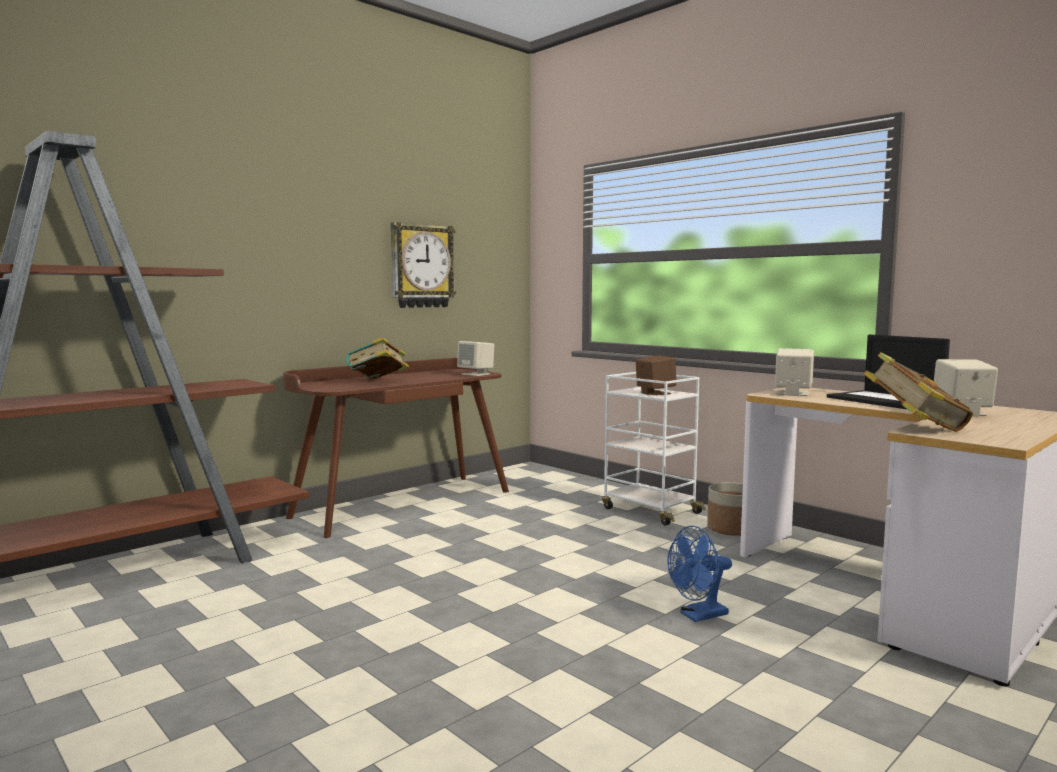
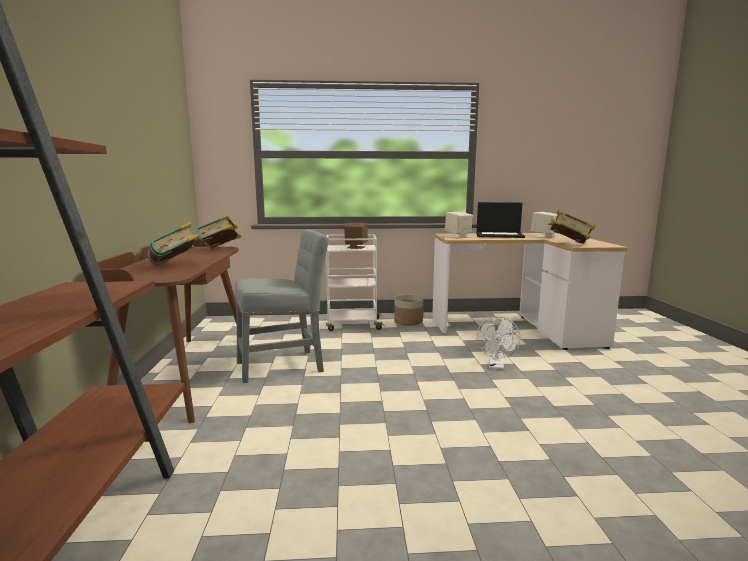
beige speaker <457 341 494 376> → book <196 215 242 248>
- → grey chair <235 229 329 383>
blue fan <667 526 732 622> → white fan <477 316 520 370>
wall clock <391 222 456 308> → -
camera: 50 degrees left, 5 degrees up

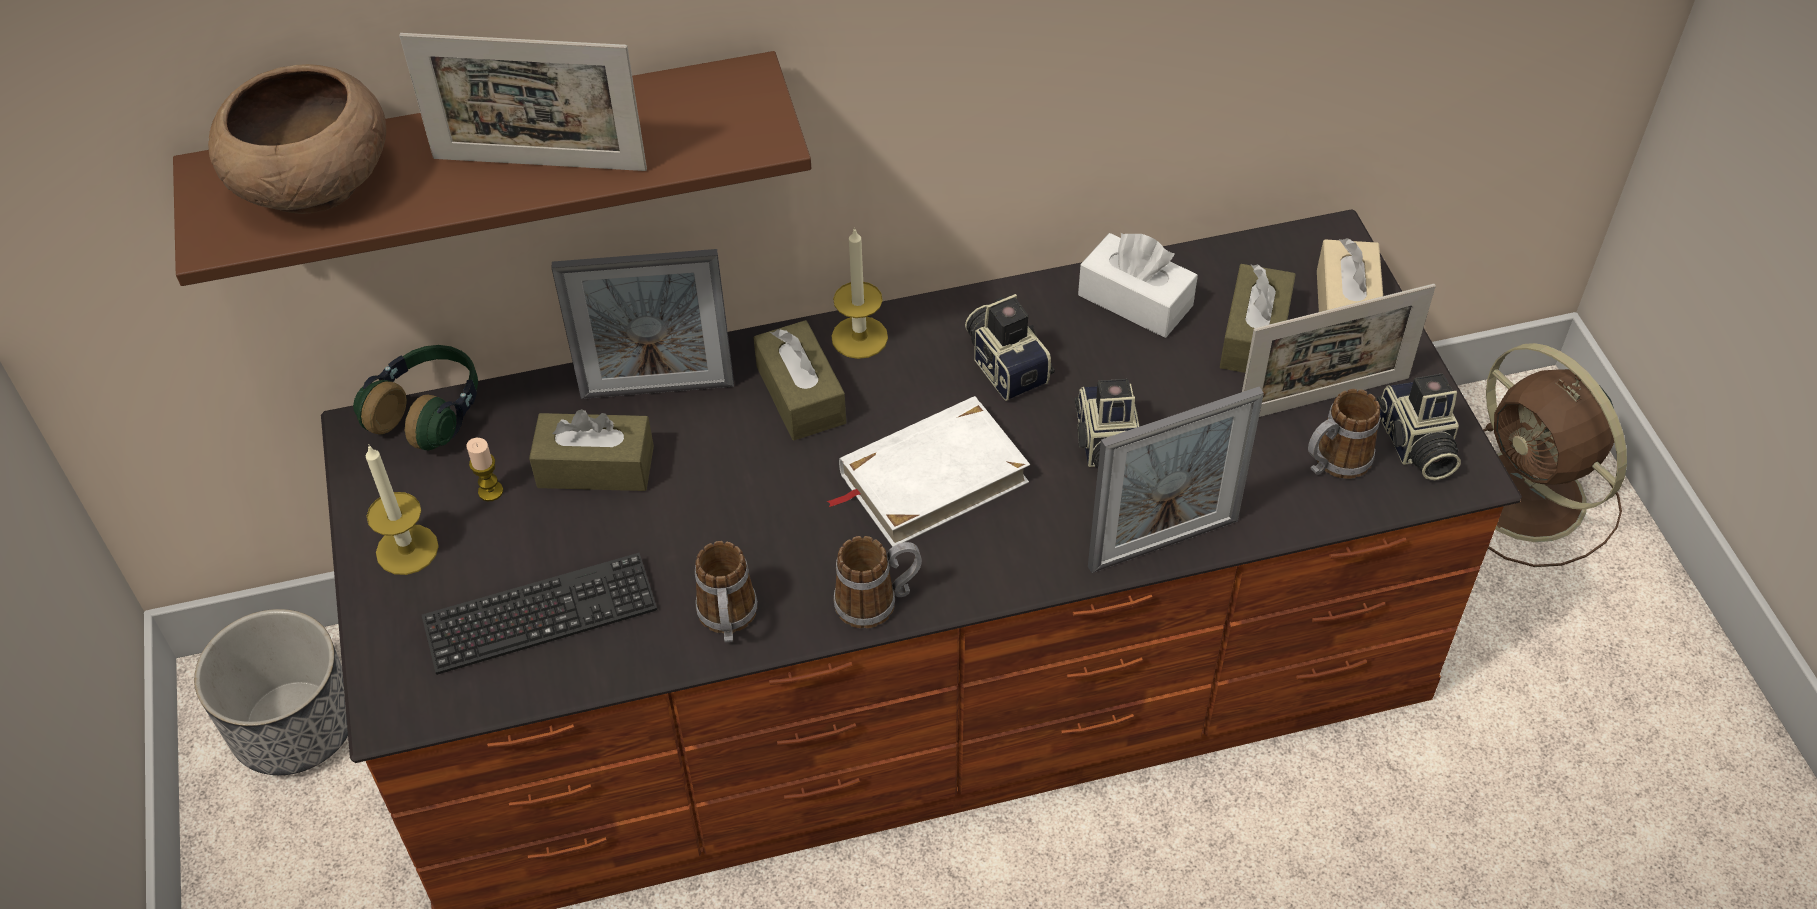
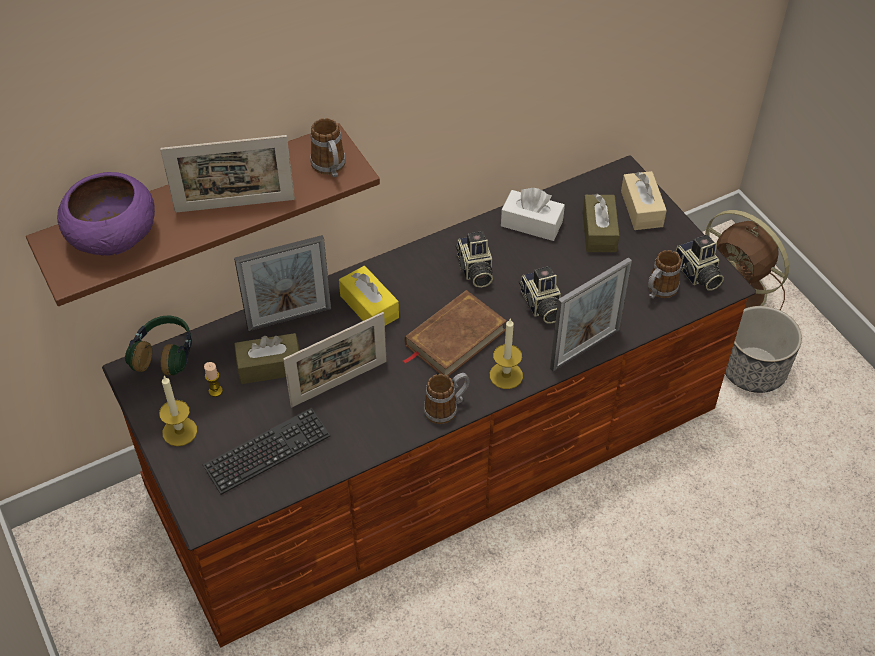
brown bowl <208 64 386 214> → purple bowl <57 172 155 256>
picture frame <1242 284 1436 417> → picture frame <283 312 387 407>, moved
mug <695 541 758 643> → mug <310 118 346 177>, moved
brown tissue box <753 320 846 440> → yellow tissue box <339 266 399 326>
white book <826 396 1030 547> → brown book <403 290 506 376>
photo camera <965 294 1055 401> → photo camera <455 231 493 288>, 150 degrees counterclockwise
candle <831 227 888 359> → candle <490 318 523 389>, moved
planter <194 609 348 775> → planter <725 306 802 393>, moved
camera: 15 degrees left, 0 degrees up

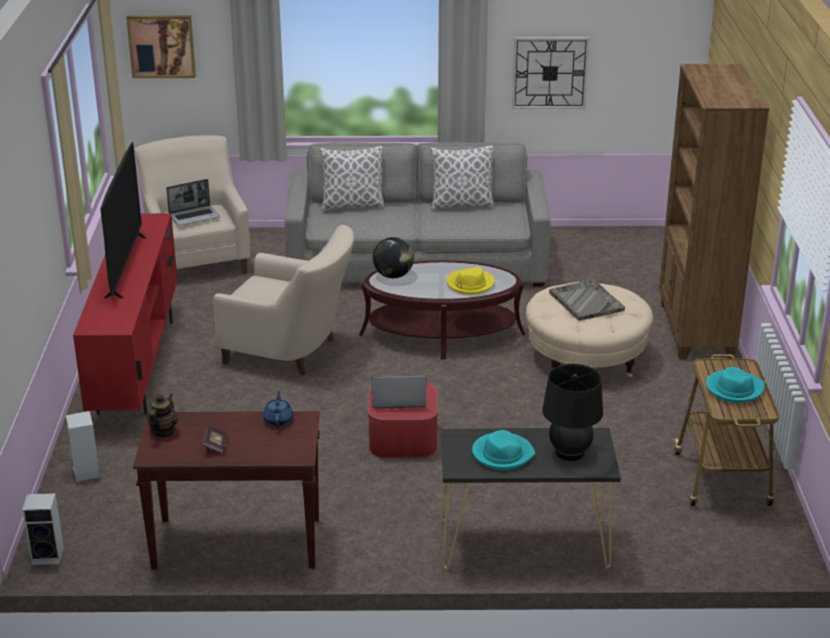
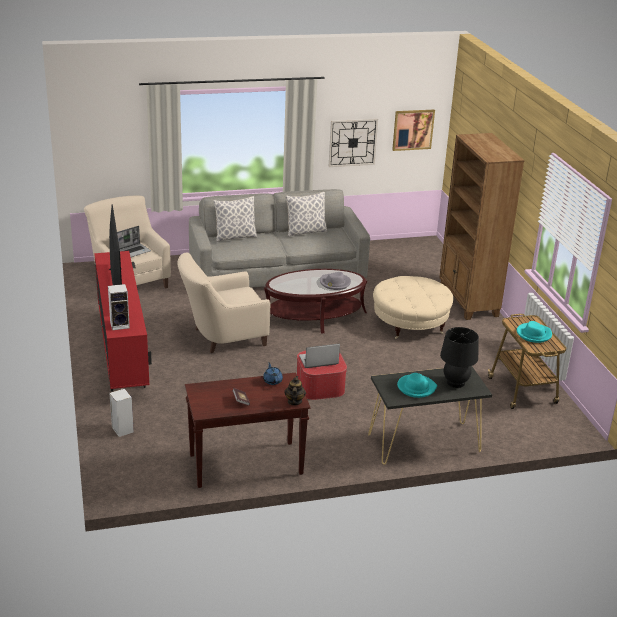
speaker <22 493 64 565> → speaker <108 284 130 330>, moved
beige armchair <213 225 354 375> → beige armchair <177 252 270 353>, 150 degrees clockwise
teapot <147 394 178 437> → teapot <284 376 306 405>, moved
yellow hat <446 267 495 295> → grey hat <320 272 351 290>
picture <126 15 196 78> → picture <392 110 435 151>, moved
globe <373 237 414 278> → -
grey tray <549 279 625 321> → -
camera: 15 degrees left, 0 degrees up

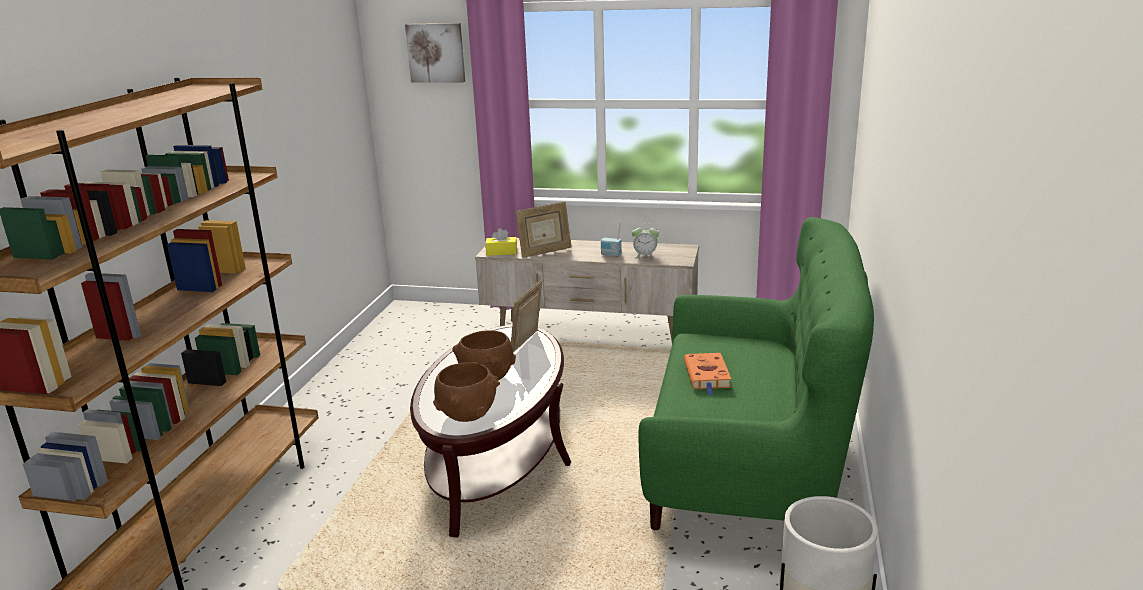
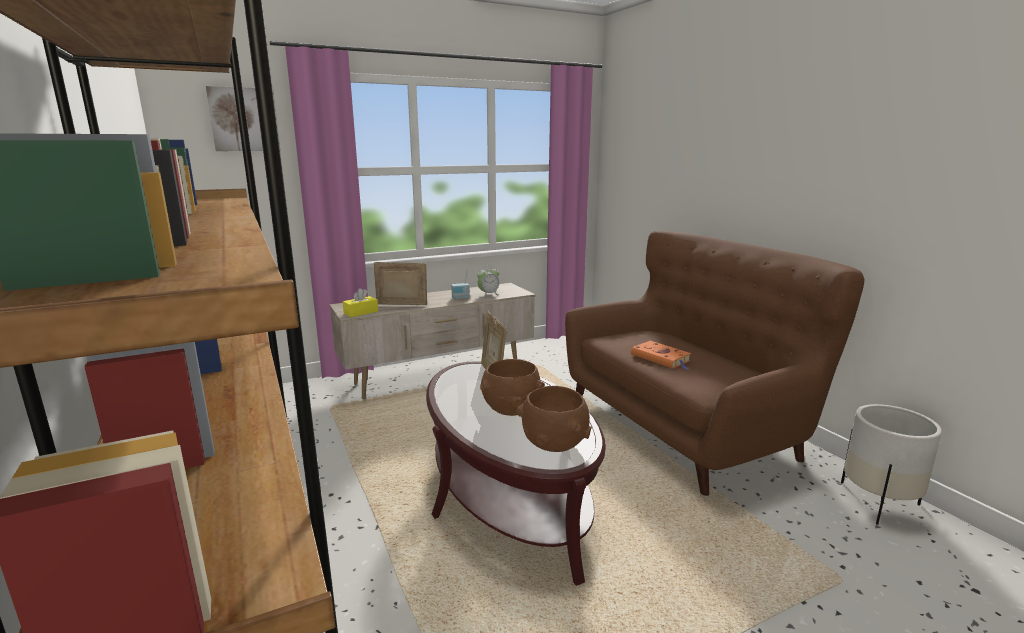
picture frame <515 202 571 258> → picture frame <374 262 427 305>, 120 degrees counterclockwise
green sofa <638 217 874 530> → brown sofa <565 231 864 496>
camera: 40 degrees left, 5 degrees down

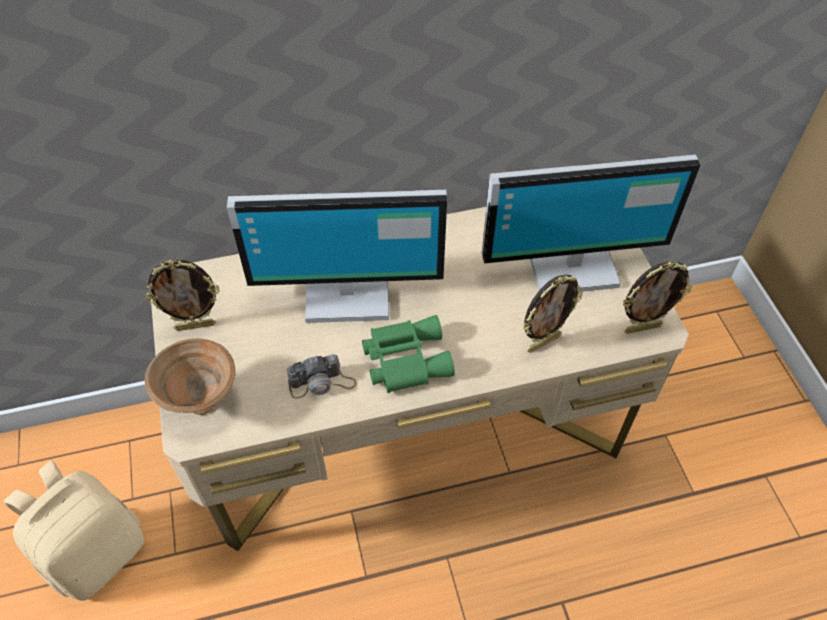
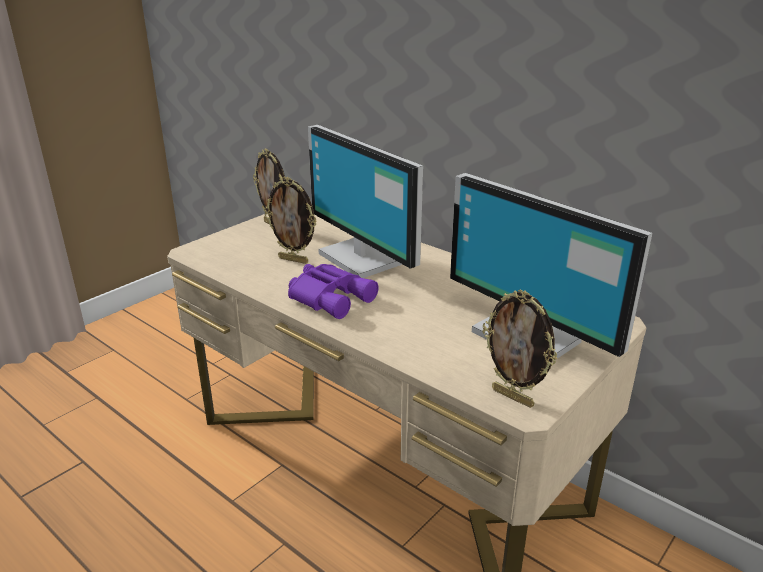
picture frame <523 275 583 353> → picture frame <264 177 317 264>, moved
green binoculars <362 315 455 393> → purple binoculars <288 264 379 319>
beige backpack <4 460 144 601> → -
brown bowl <145 338 235 415> → -
photo camera <286 354 357 399> → -
camera: 55 degrees right, 25 degrees down

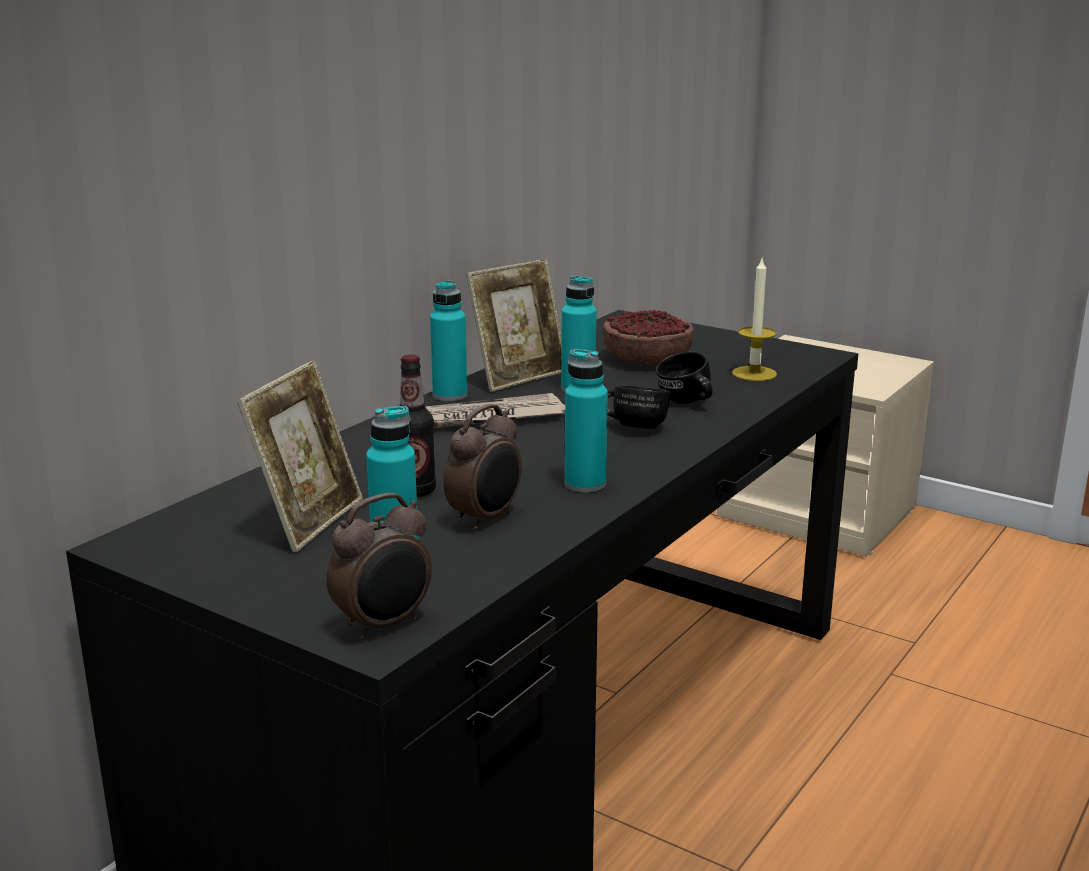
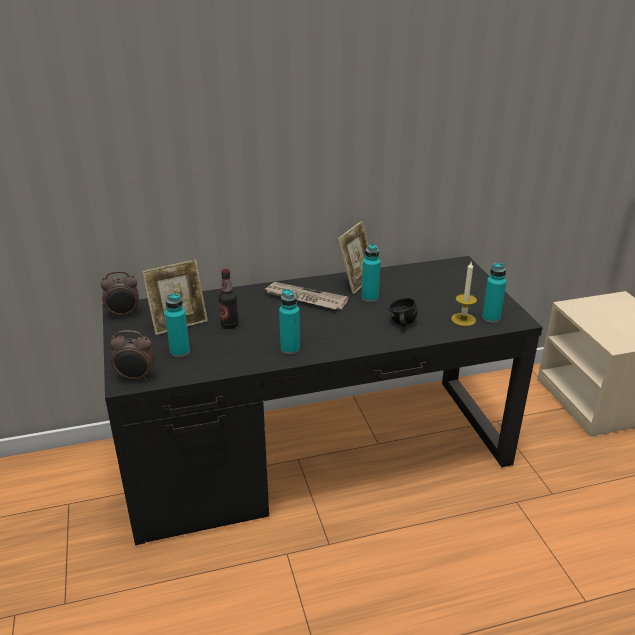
alarm clock <444 404 522 530> → alarm clock <101 271 139 318>, moved
picture frame <466 259 562 392> → picture frame <338 221 369 294>, 60 degrees counterclockwise
turquoise bottle <430 280 467 401> → turquoise bottle <482 262 507 323>, moved
bowl <603 309 694 364> → -
black mug <607 385 670 429> → -
camera: 40 degrees right, 10 degrees up

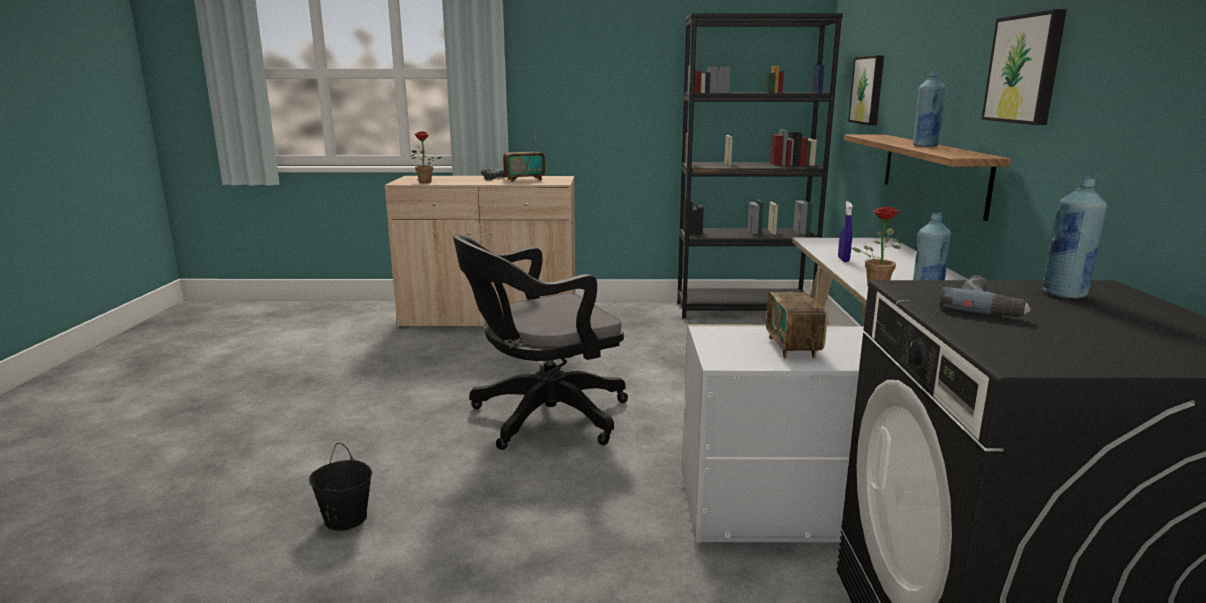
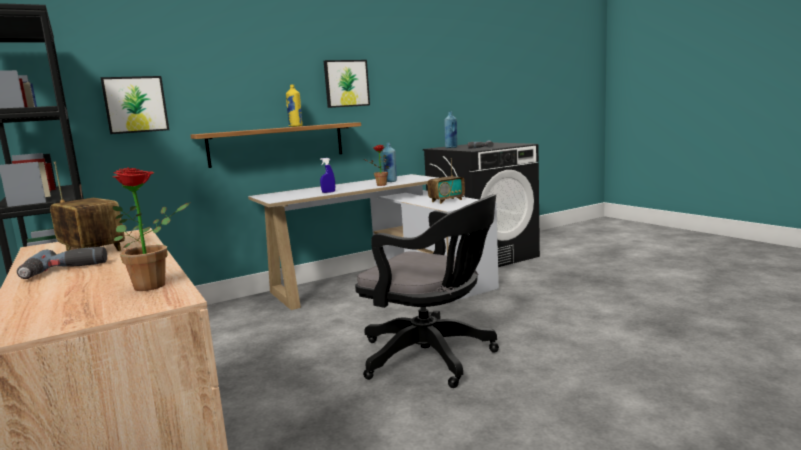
blue bottle <913 71 946 147> → yellow bottle <286 84 303 127>
black bucket <309 443 372 531> → -
camera: 120 degrees left, 5 degrees down

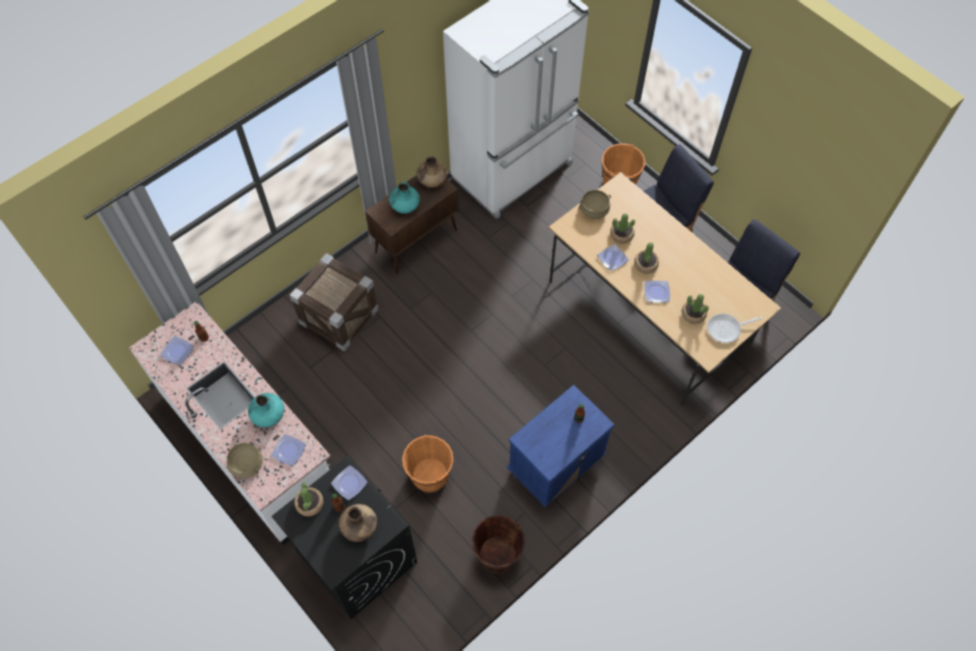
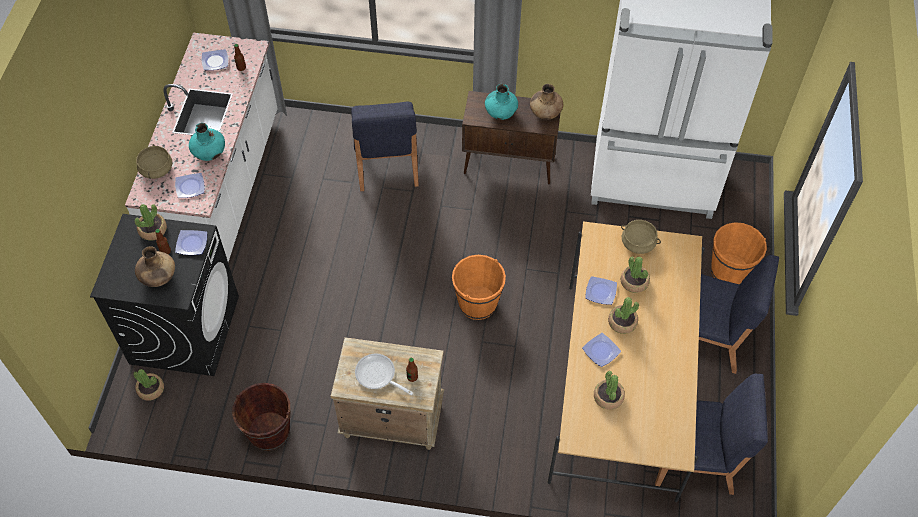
- → potted plant <133 369 164 401>
blue nightstand <506 385 615 507> → beige nightstand <331 337 444 450>
crate <289 253 379 351> → blue chair <351 102 419 191>
frying pan <707 313 762 343> → frying pan <355 354 413 395>, moved
orange bucket <402 435 453 493> → orange bucket <452 255 506 320>, moved
camera: 50 degrees right, 5 degrees down

